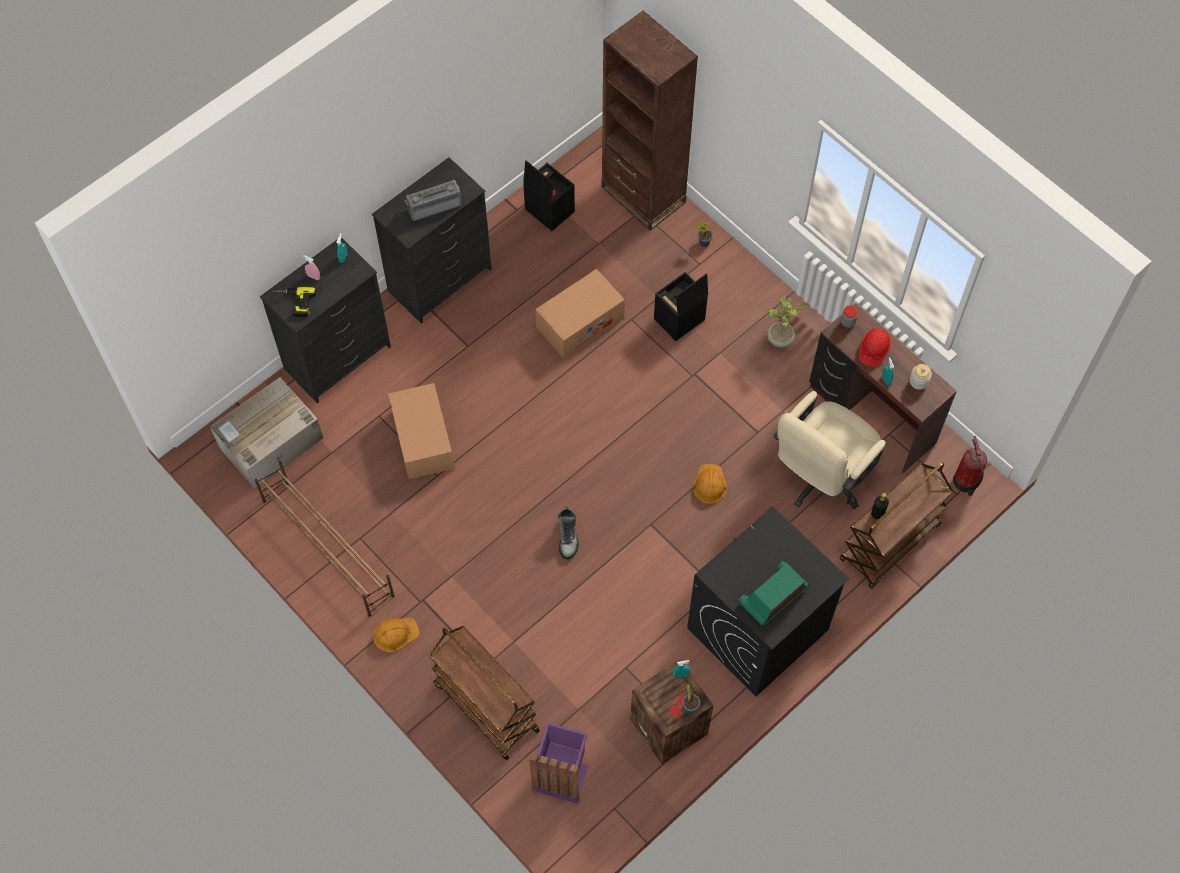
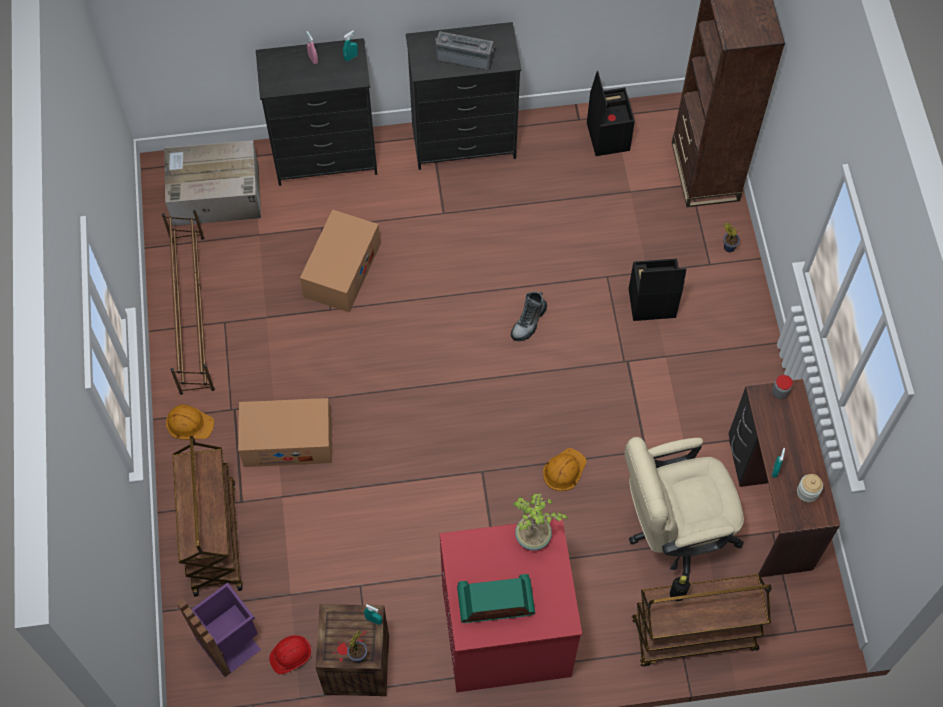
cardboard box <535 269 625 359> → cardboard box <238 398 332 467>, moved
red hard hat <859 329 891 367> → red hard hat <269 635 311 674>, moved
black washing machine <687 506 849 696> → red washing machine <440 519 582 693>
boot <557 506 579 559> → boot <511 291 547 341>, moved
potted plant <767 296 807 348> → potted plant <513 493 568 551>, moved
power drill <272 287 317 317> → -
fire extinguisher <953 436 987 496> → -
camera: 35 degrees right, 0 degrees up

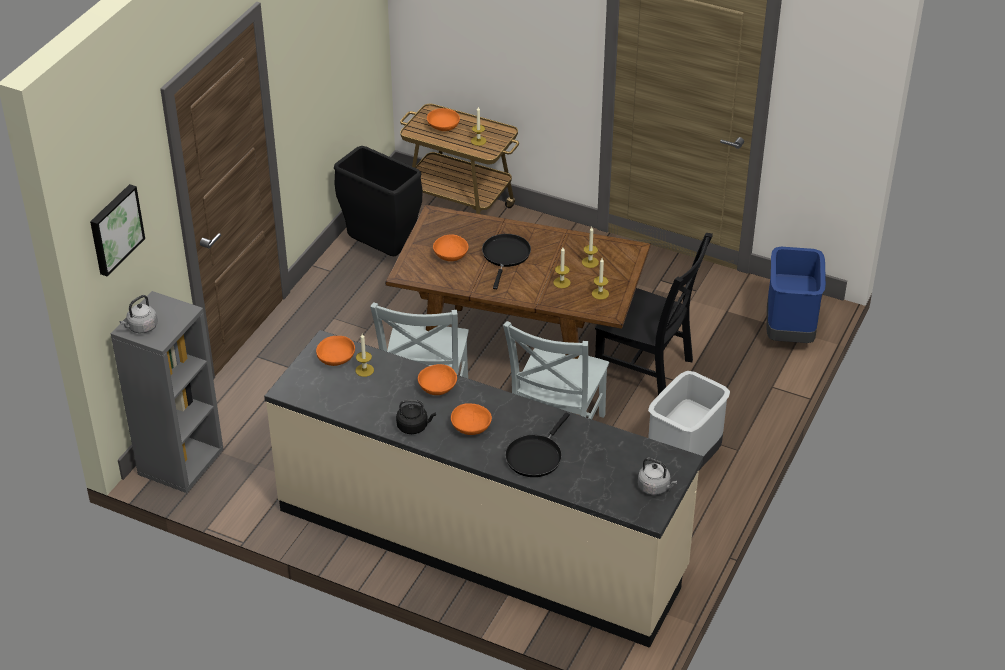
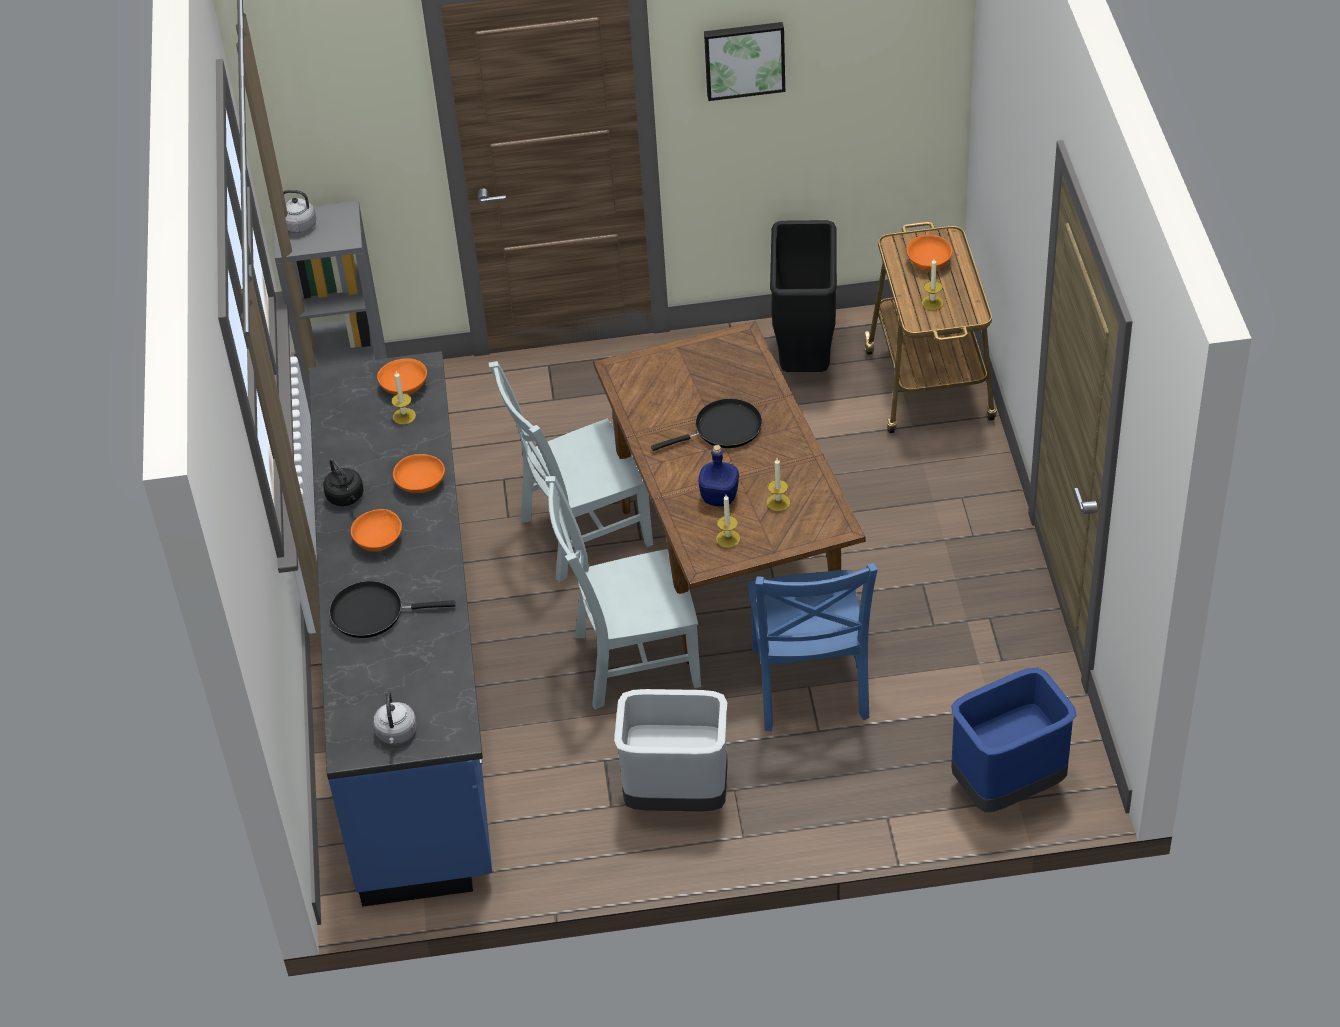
beige counter <264 330 704 648> → blue counter <308 351 492 907>
candle <553 248 571 288> → blue bottle <698 445 739 506>
picture <90 184 145 276> → picture <704 22 785 101>, moved
black chair <595 233 713 395> → blue chair <747 563 878 731>
orange bowl <433 234 468 261> → -
camera: 60 degrees right, 5 degrees up

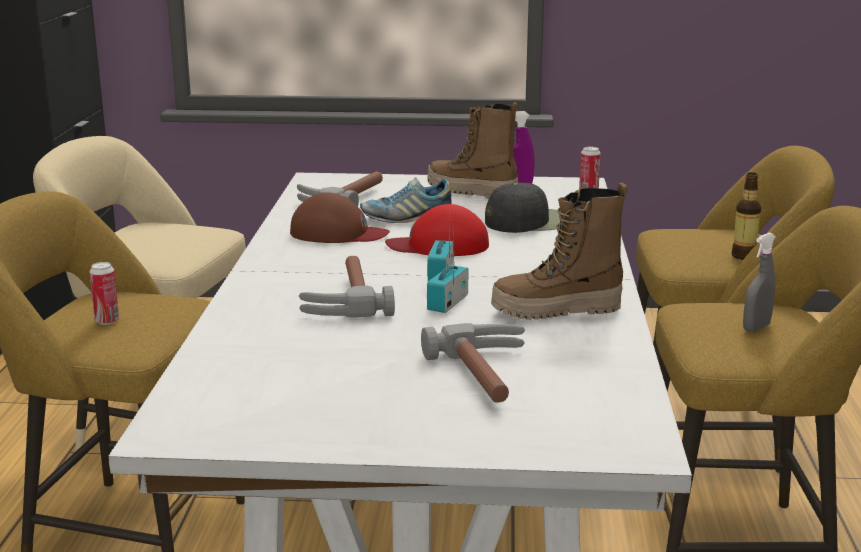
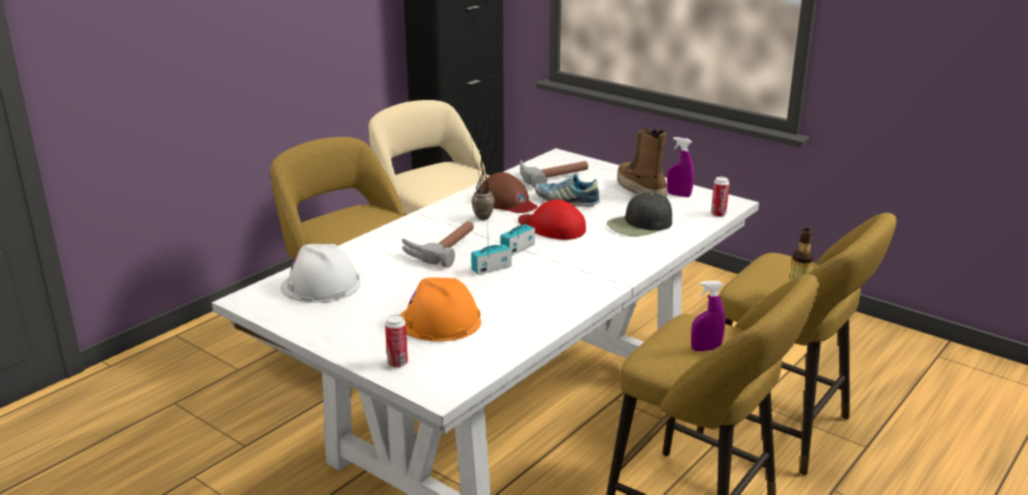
- → white hard hat <280 244 360 303>
can <89 262 119 325> → can <385 315 408 368>, moved
hammer <421 323 525 403> → orange hard hat <400 277 481 341>
- → potted plant <471 84 497 220>
black cap <485 183 561 233> → black cap <607 192 672 236>, 135 degrees clockwise
grey spray bottle <743 232 776 332> → purple spray bottle <691 281 725 351>
boot <491 183 628 320> → -
camera: 35 degrees right, 5 degrees up

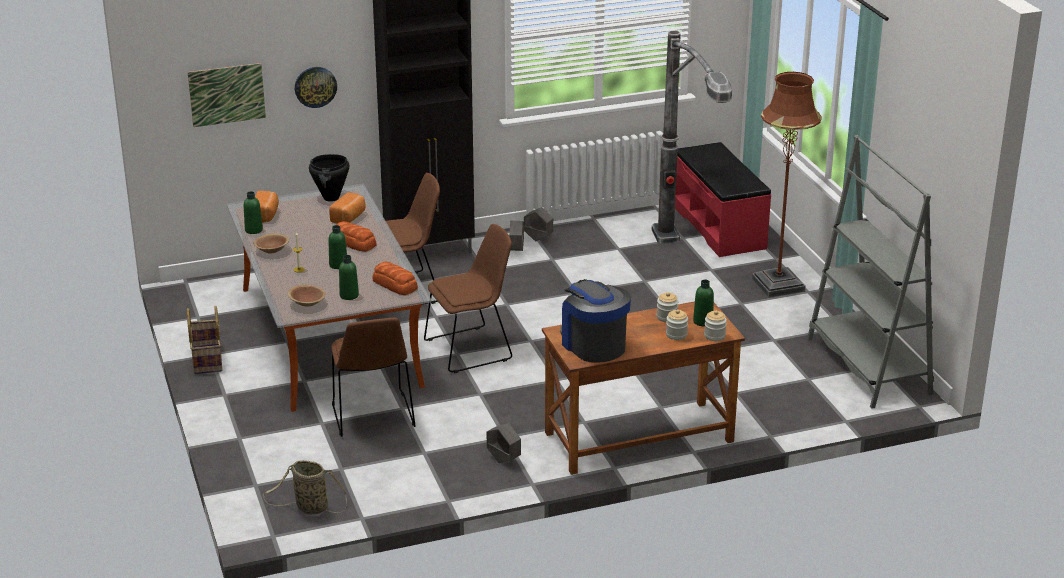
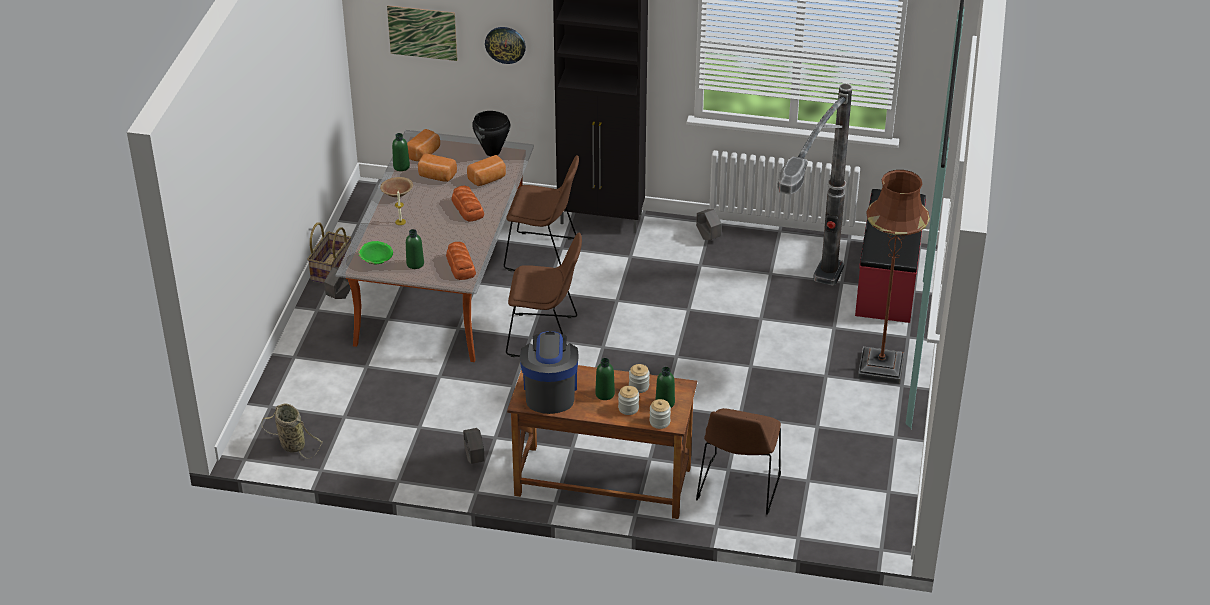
grey planter <509 221 524 251> → grey planter <324 267 351 299>, moved
brown bowl <287 285 326 307> → green bowl <358 241 393 264>
- → bread <418 153 457 182>
green bottle <328 225 347 269> → green bottle <595 358 615 400>, moved
brown chair <331 318 415 437> → brown chair <696 408 781 515>, moved
grey bookcase <807 135 934 409> → -
camera: 30 degrees right, 10 degrees up

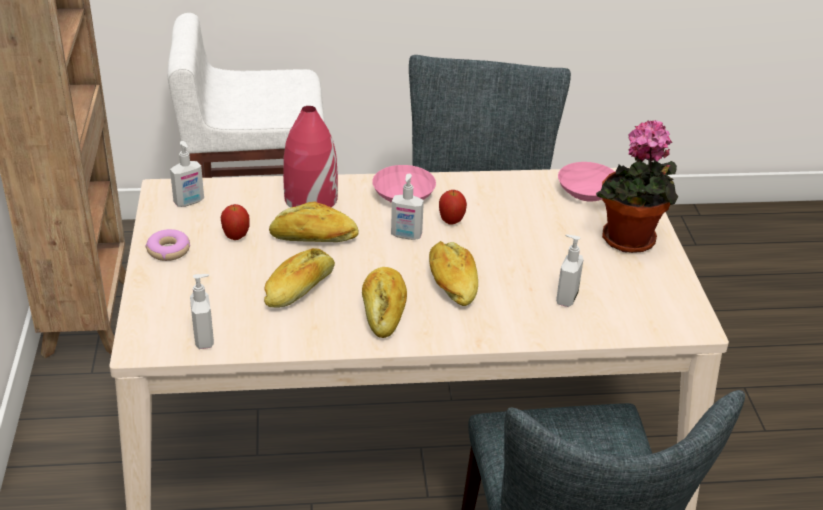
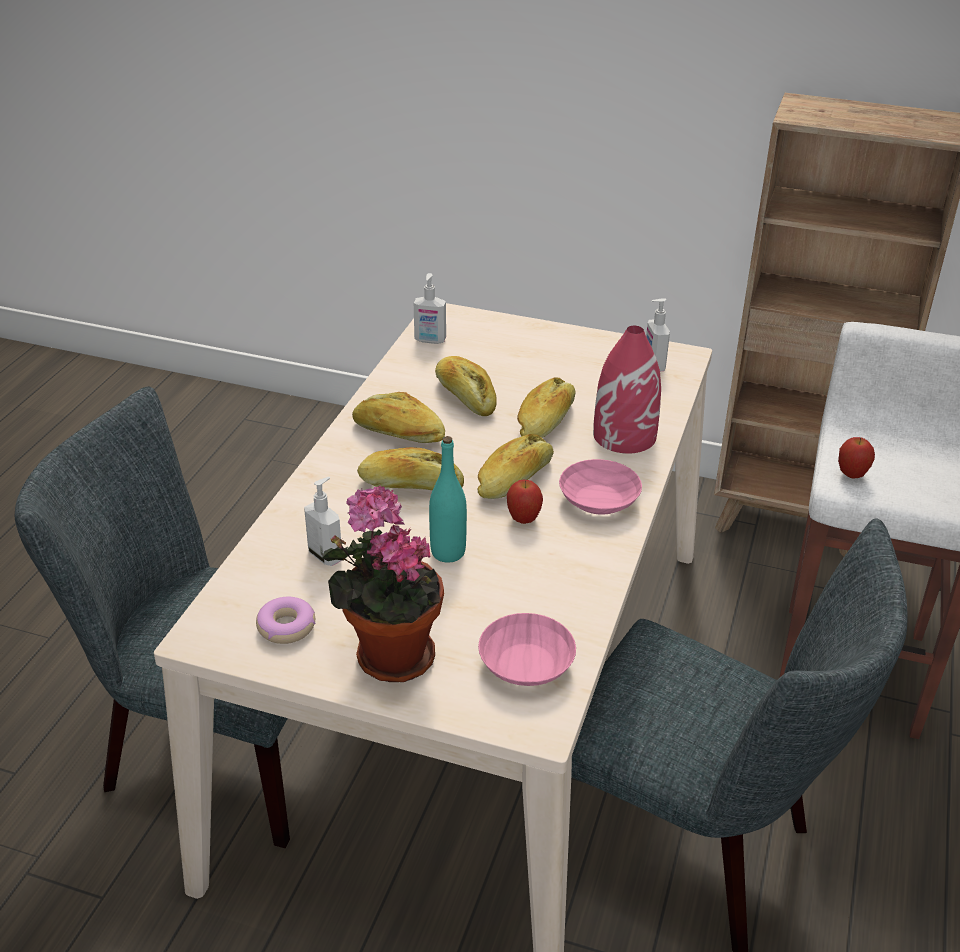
donut <146 229 190 261> → donut <256 597 315 644>, moved
- → turquoise bottle <429 436 467 563>
soap dispenser <391 174 424 240> → bread <477 434 554 499>
apple <221 204 249 240> → apple <838 437 875 479>, moved
camera: 115 degrees right, 0 degrees up

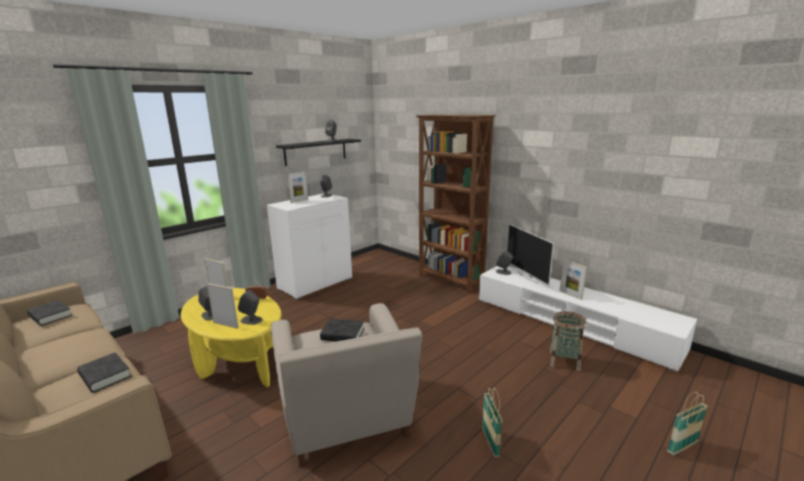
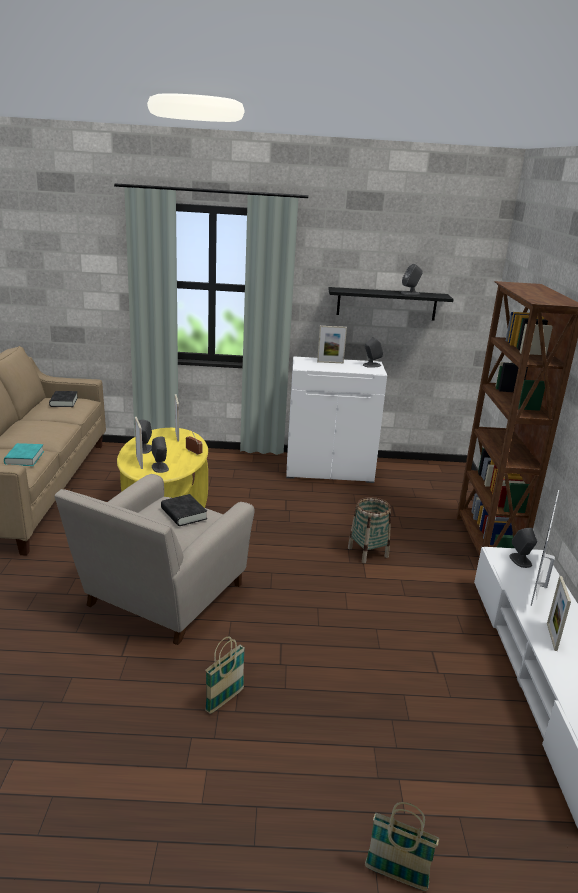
black book <77 352 131 393> → turquoise book <4 443 44 466>
basket <550 311 586 371> → basket <348 497 391 563>, moved
camera: 45 degrees right, 5 degrees up

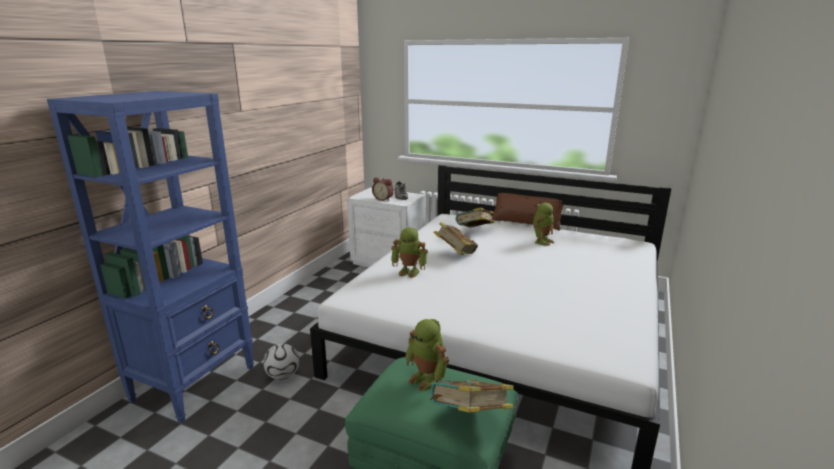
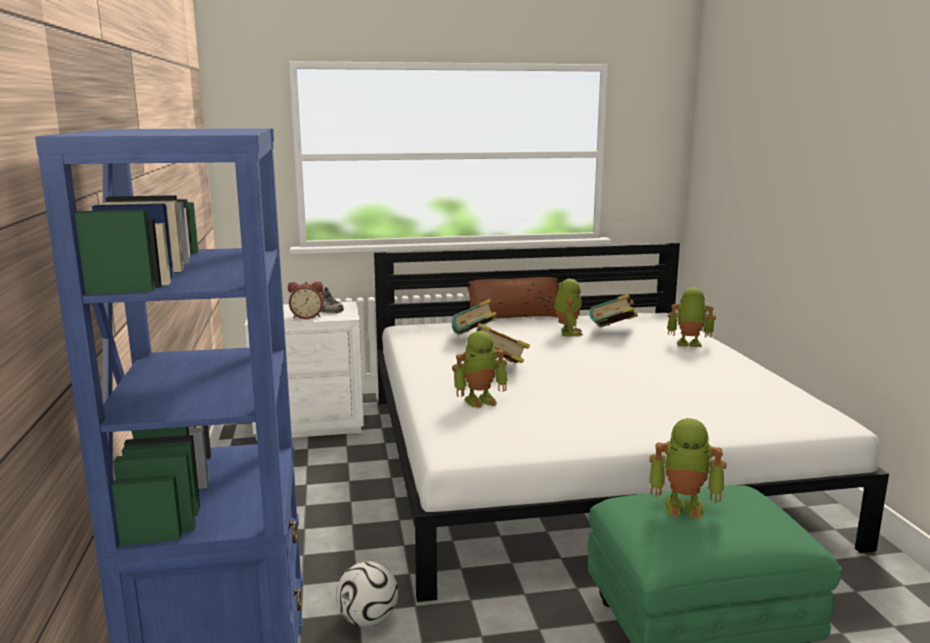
book <430 380 514 413> → book <589 294 638 327>, moved
- → toy robot <667 287 716 347>
camera: 35 degrees left, 5 degrees down

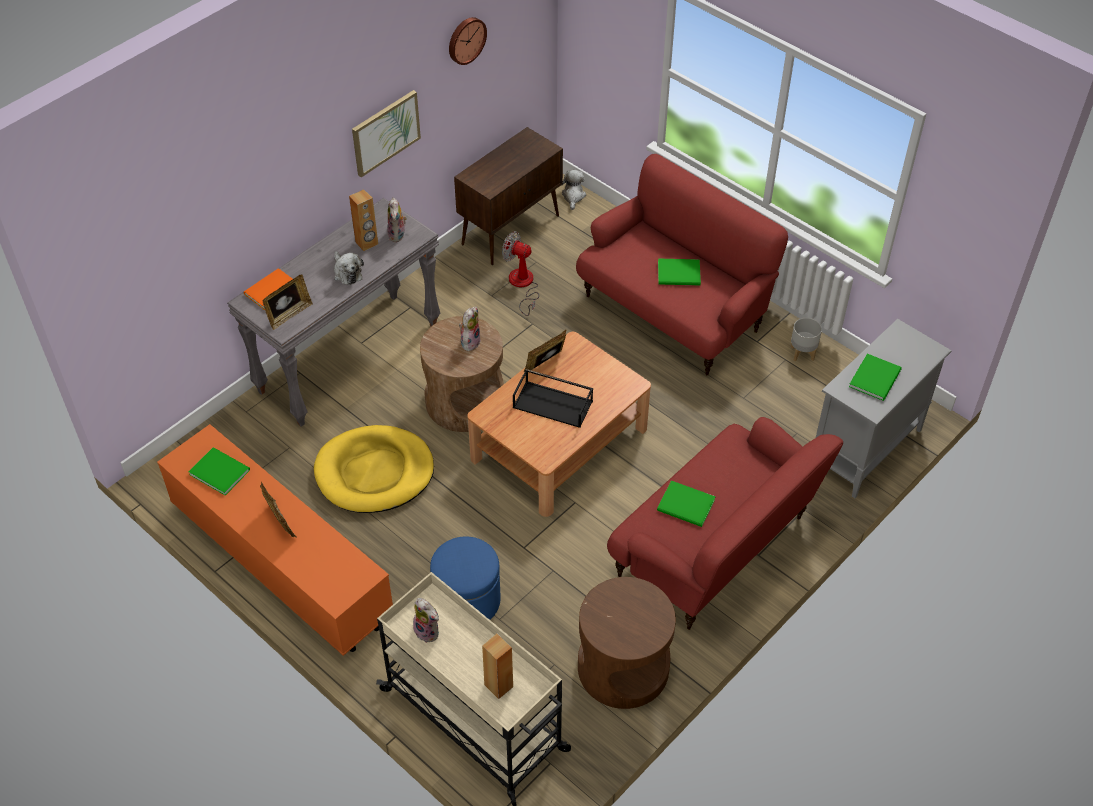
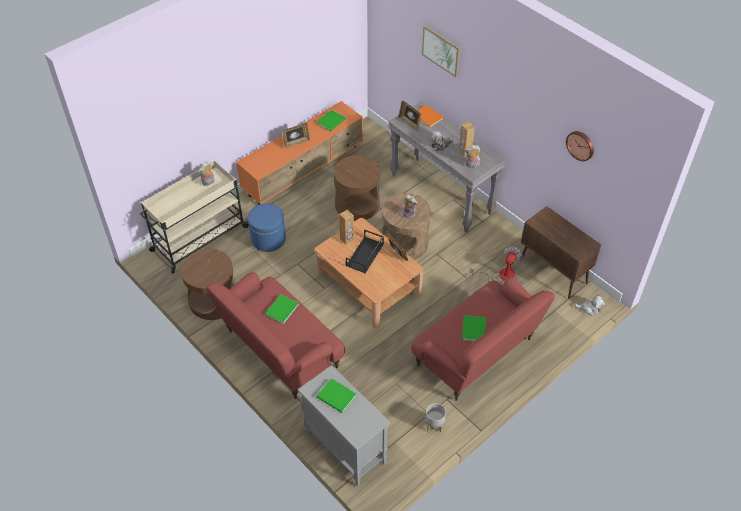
yellow dog bed <314 425 434 513> → brown side table <334 155 380 221>
brown speaker <482 634 513 699> → brown speaker <339 209 354 245>, moved
picture <352 90 421 177> → picture <422 25 461 77>, moved
camera: 95 degrees right, 0 degrees up

